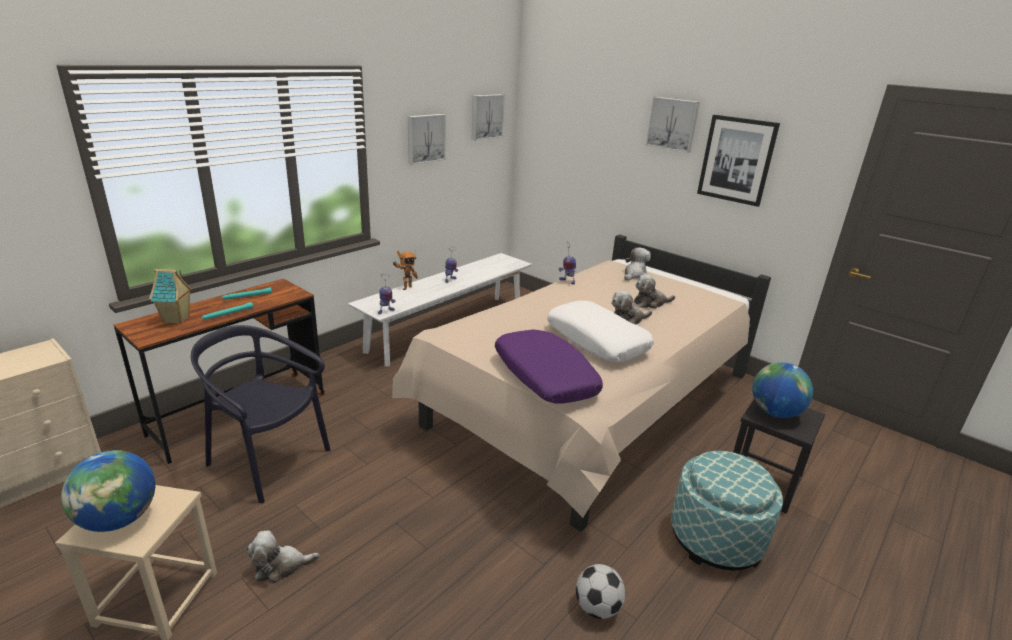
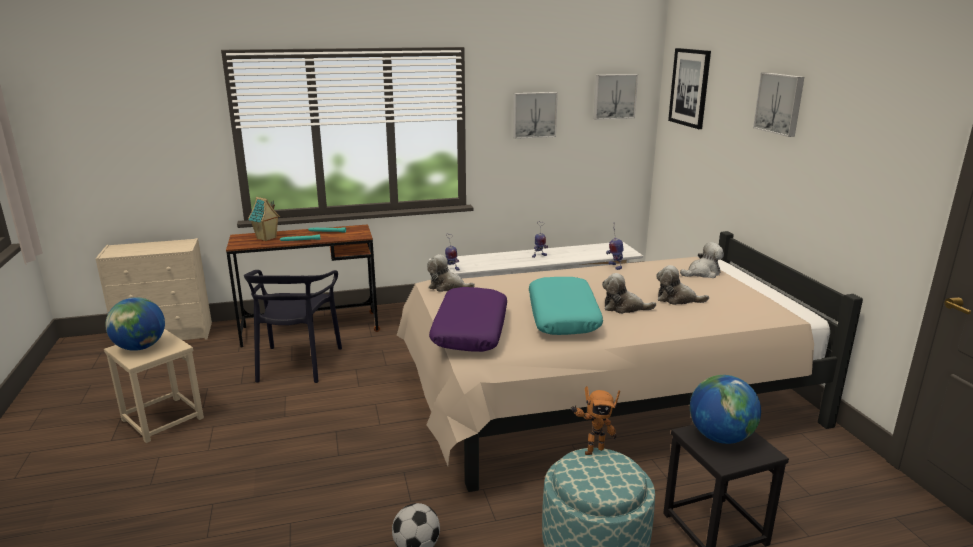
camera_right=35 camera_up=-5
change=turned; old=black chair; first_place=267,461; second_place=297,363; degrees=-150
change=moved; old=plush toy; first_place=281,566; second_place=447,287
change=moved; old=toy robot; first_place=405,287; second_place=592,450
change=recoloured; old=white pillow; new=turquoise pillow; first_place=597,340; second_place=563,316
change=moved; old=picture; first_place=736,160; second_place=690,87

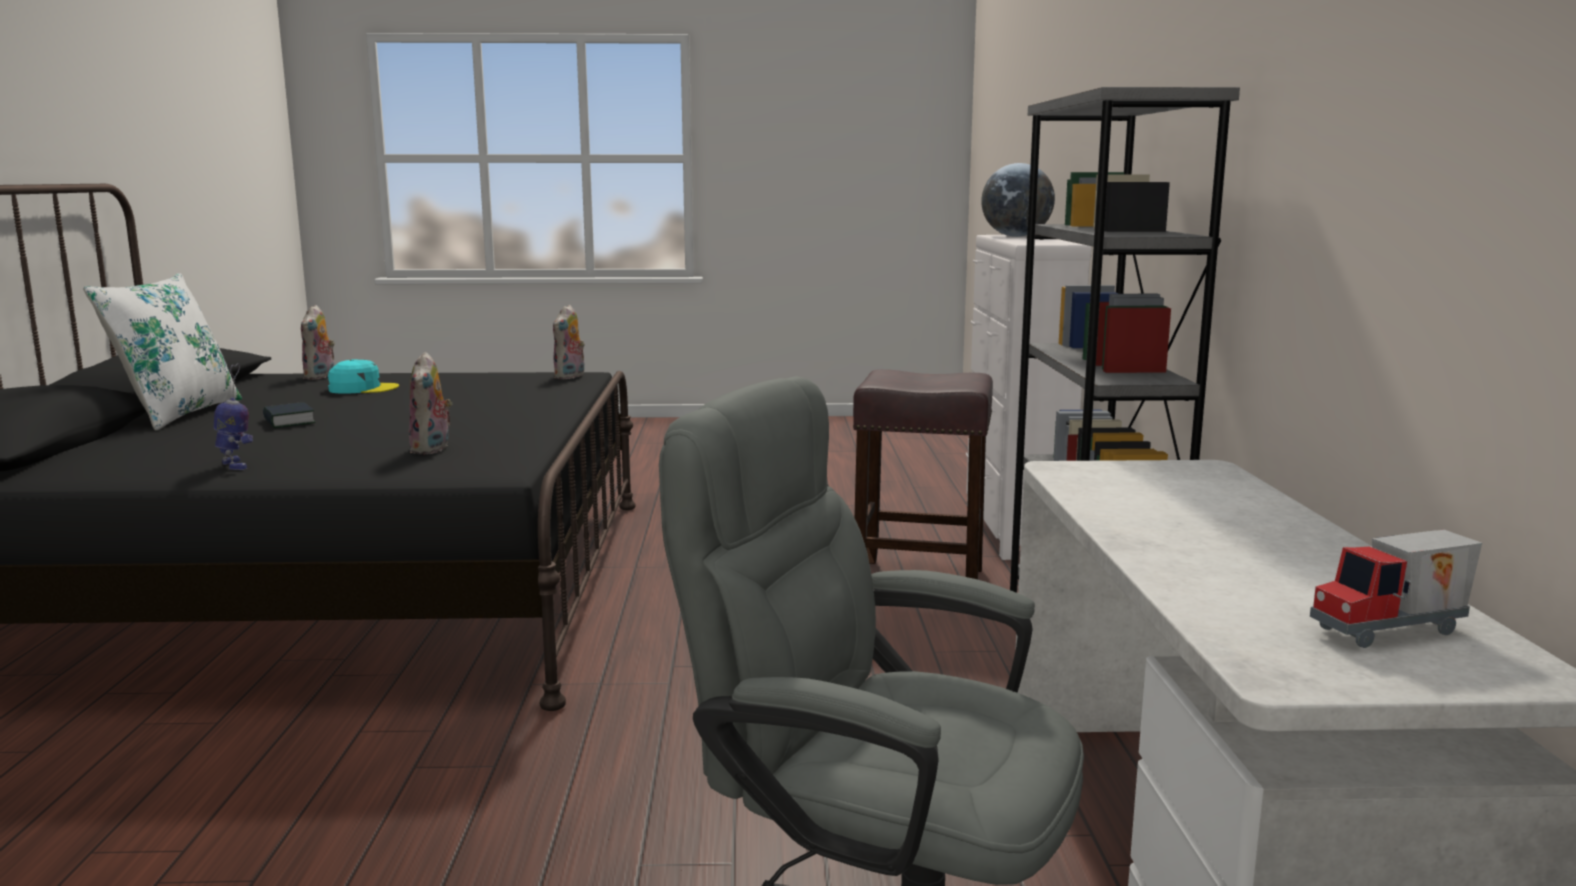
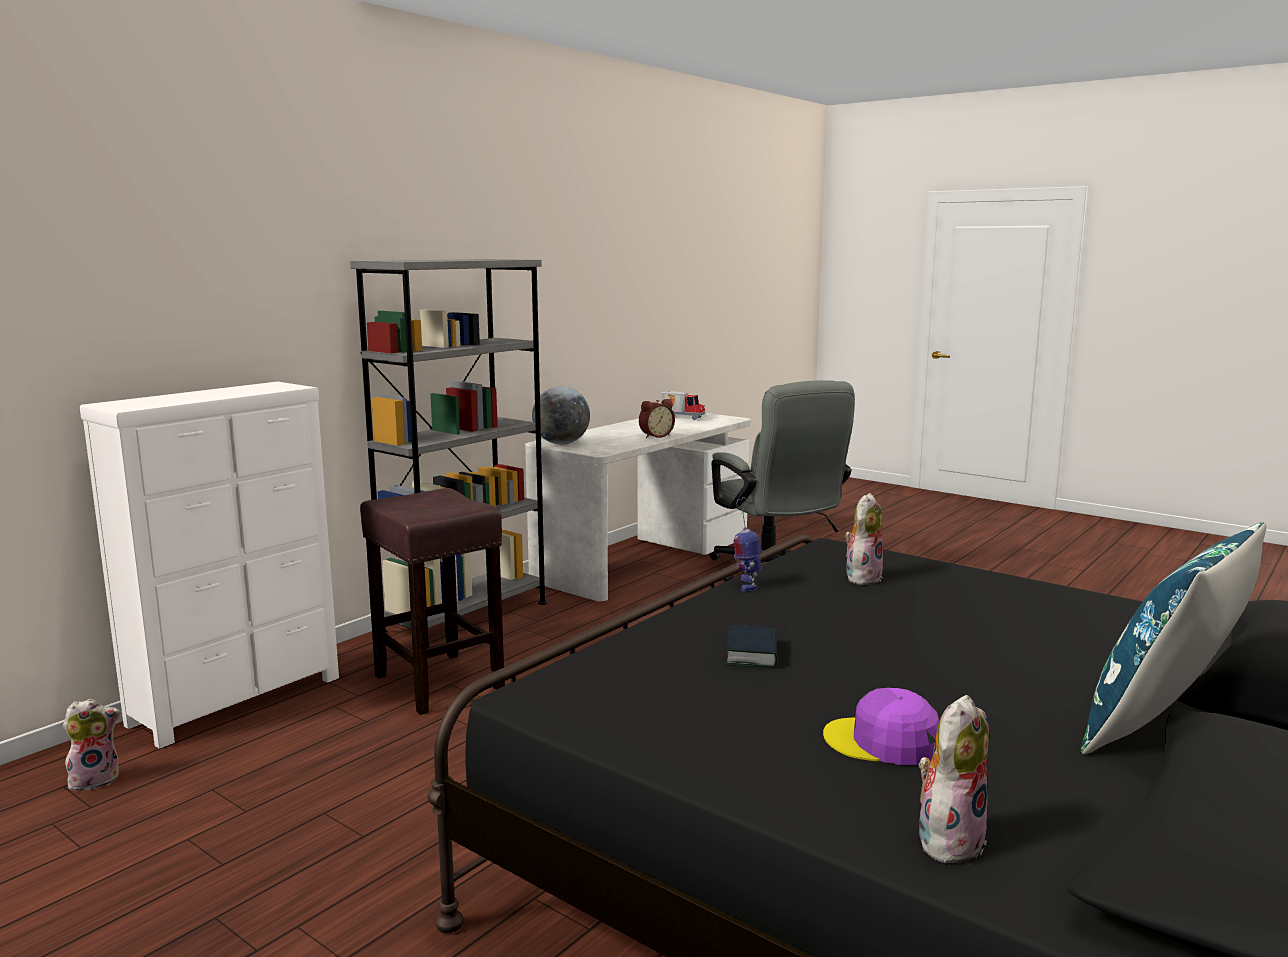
camera_right=-140 camera_up=0
change=recoloured; old=white pillow; new=blue pillow; first_place=177,414; second_place=1163,728
change=moved; old=toy robot; first_place=236,465; second_place=746,584
change=moved; old=book; first_place=289,422; second_place=752,654
change=recoloured; old=turquoise cap; new=purple cap; first_place=362,388; second_place=882,742
change=moved; old=plush toy; first_place=570,377; second_place=96,779
change=moved; old=globe; first_place=1016,236; second_place=561,443
change=added; new=alarm clock; second_place=655,436

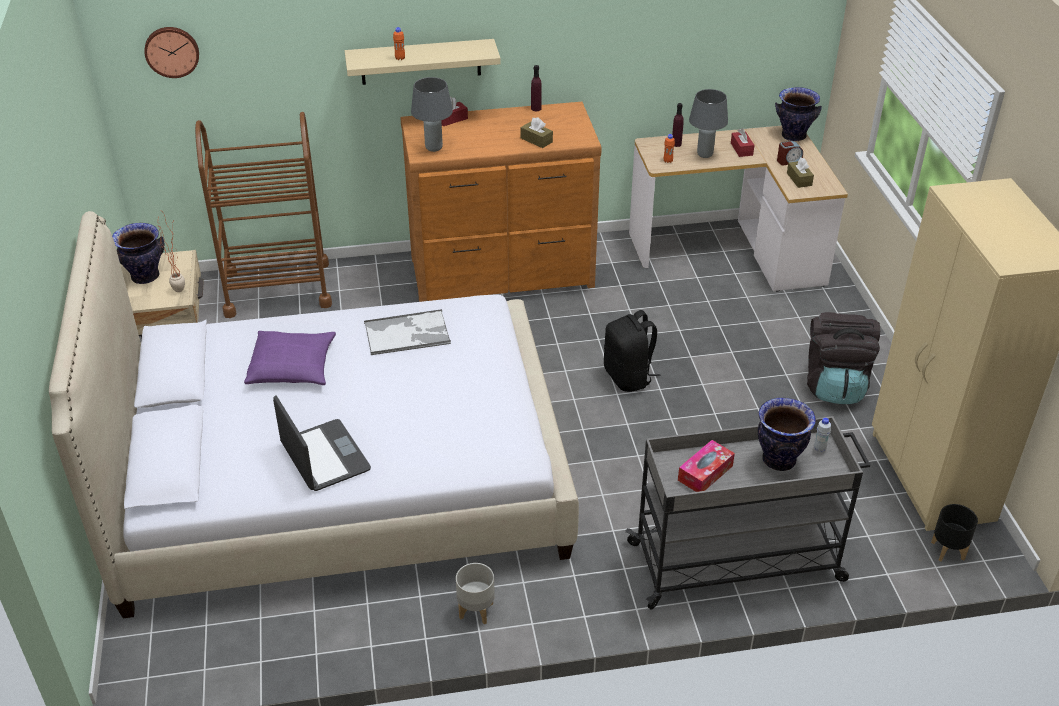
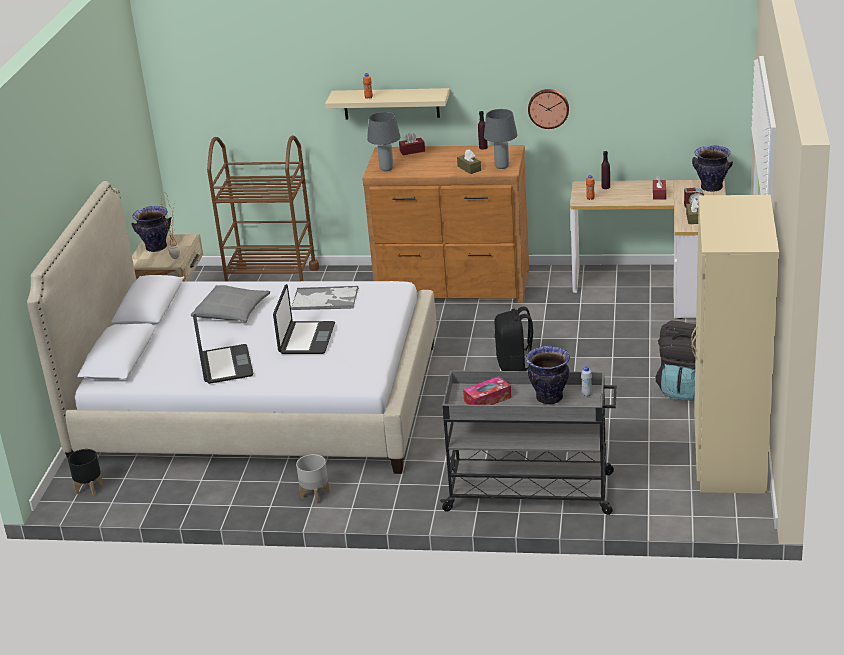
camera_right=20 camera_up=-10
change=moved; old=wall clock; first_place=172,51; second_place=548,108
change=recoloured; old=purple pillow; new=grey pillow; first_place=292,367; second_place=232,311
change=moved; old=grey table lamp; first_place=704,154; second_place=502,166
change=moved; old=black planter; first_place=947,550; second_place=89,488
change=added; new=laptop; second_place=306,339

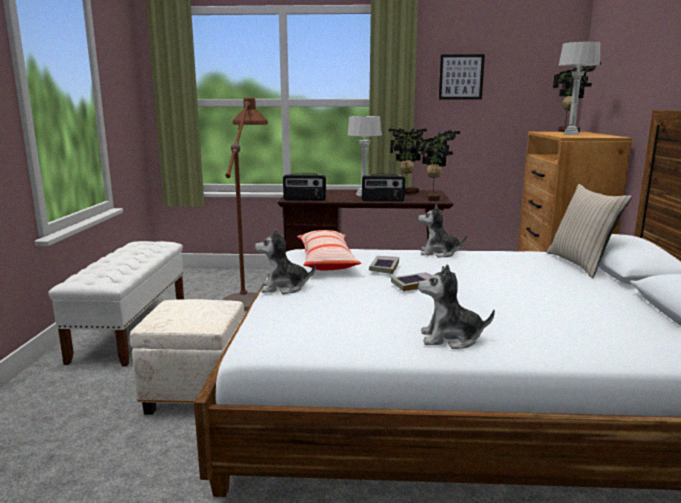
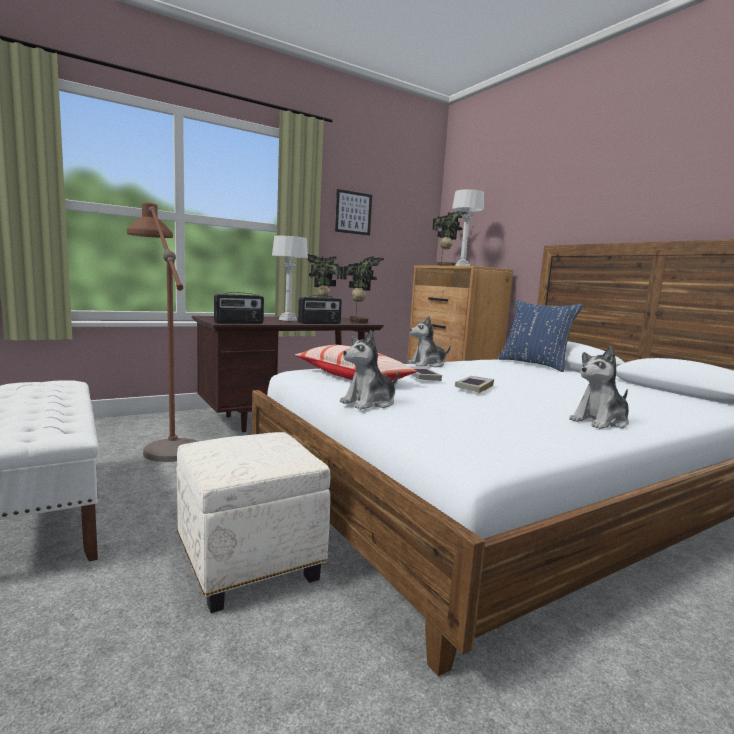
camera_right=-35 camera_up=-5
change=recoloured; old=beige pillow; new=blue pillow; first_place=580,264; second_place=534,365

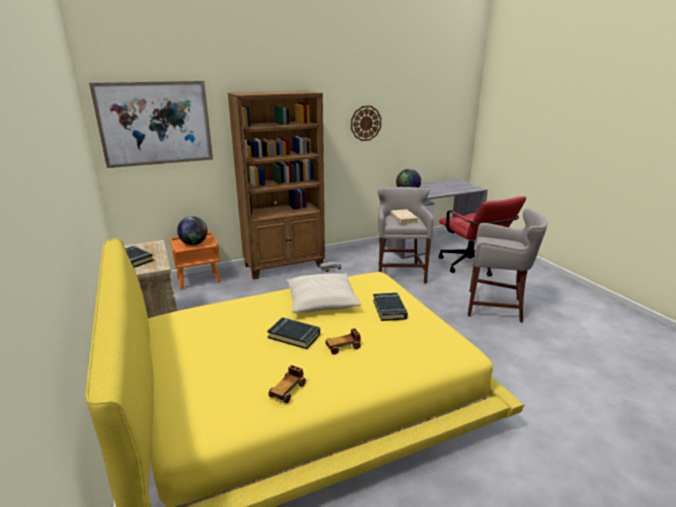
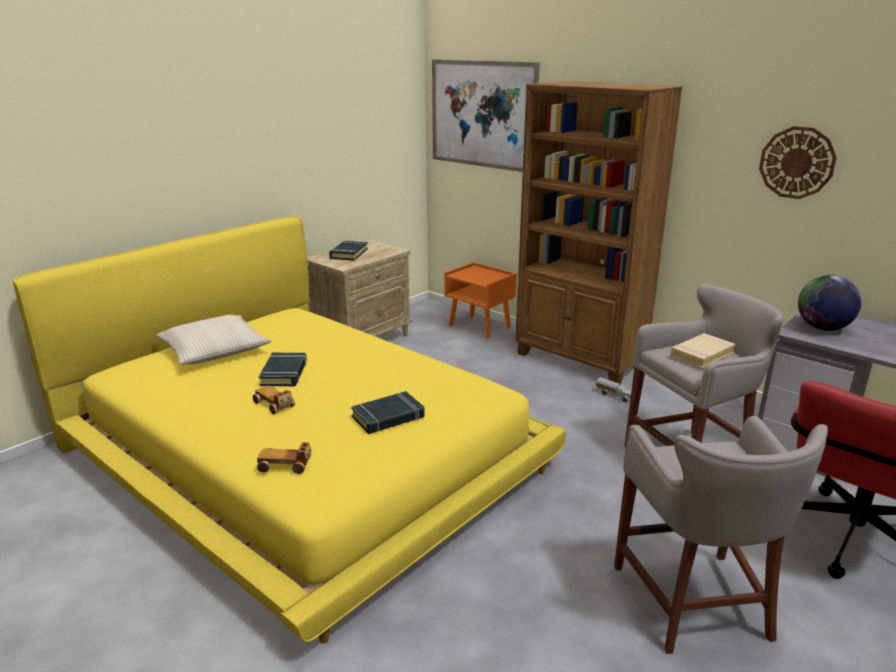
camera_right=65 camera_up=0
change=removed; old=globe; first_place=194,244
change=moved; old=toy car; first_place=288,390; second_place=286,466
change=moved; old=beige pillow; first_place=322,301; second_place=214,351

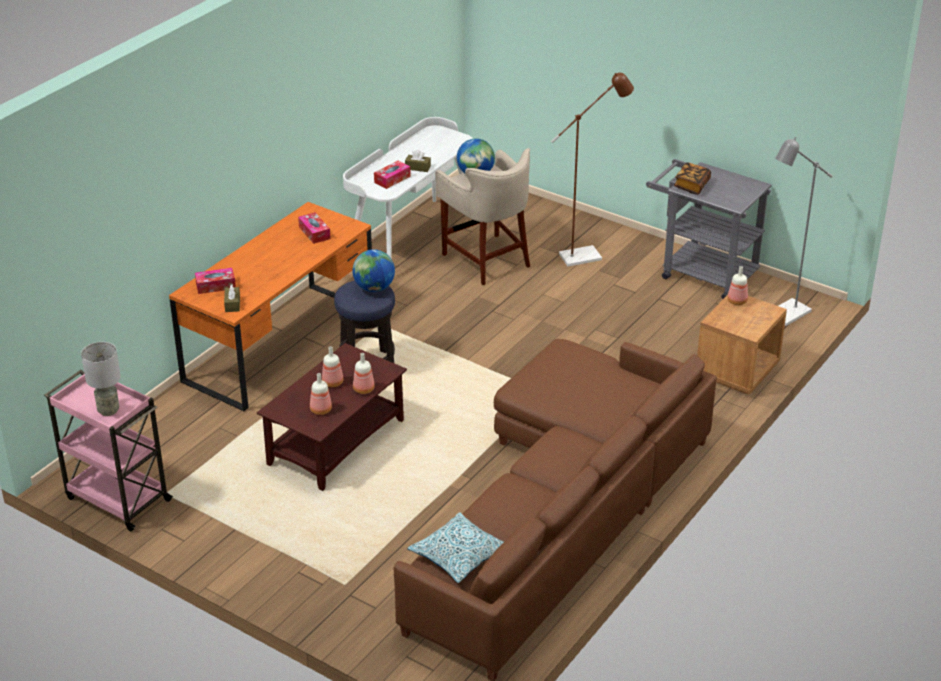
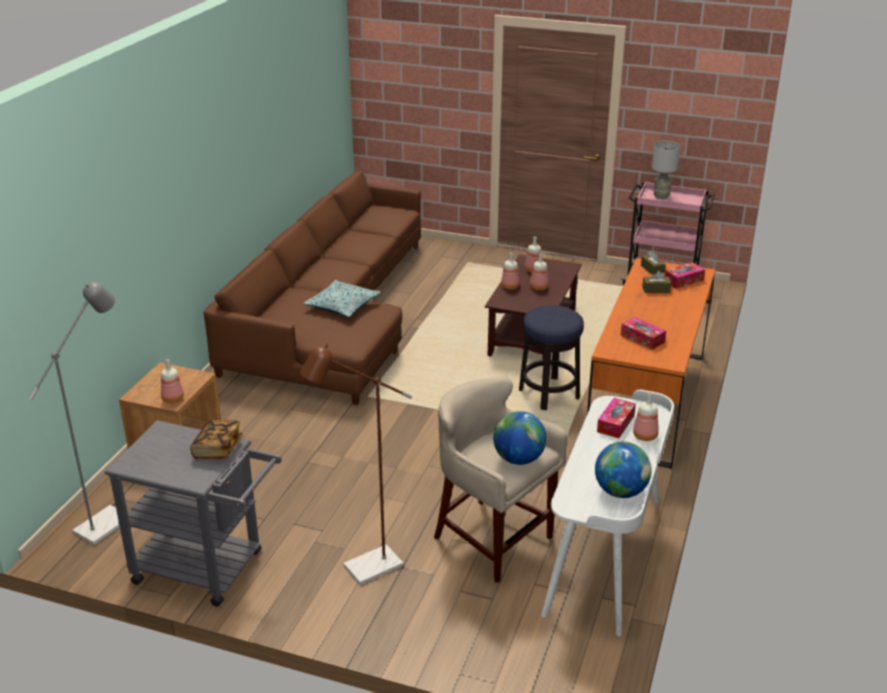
camera_right=165 camera_up=-5
change=moved; old=globe; first_place=374,288; second_place=620,492
change=moved; old=brown tissue box; first_place=417,167; second_place=656,289
change=moved; old=pillow; first_place=458,556; second_place=342,306
change=added; new=bottle; second_place=646,436

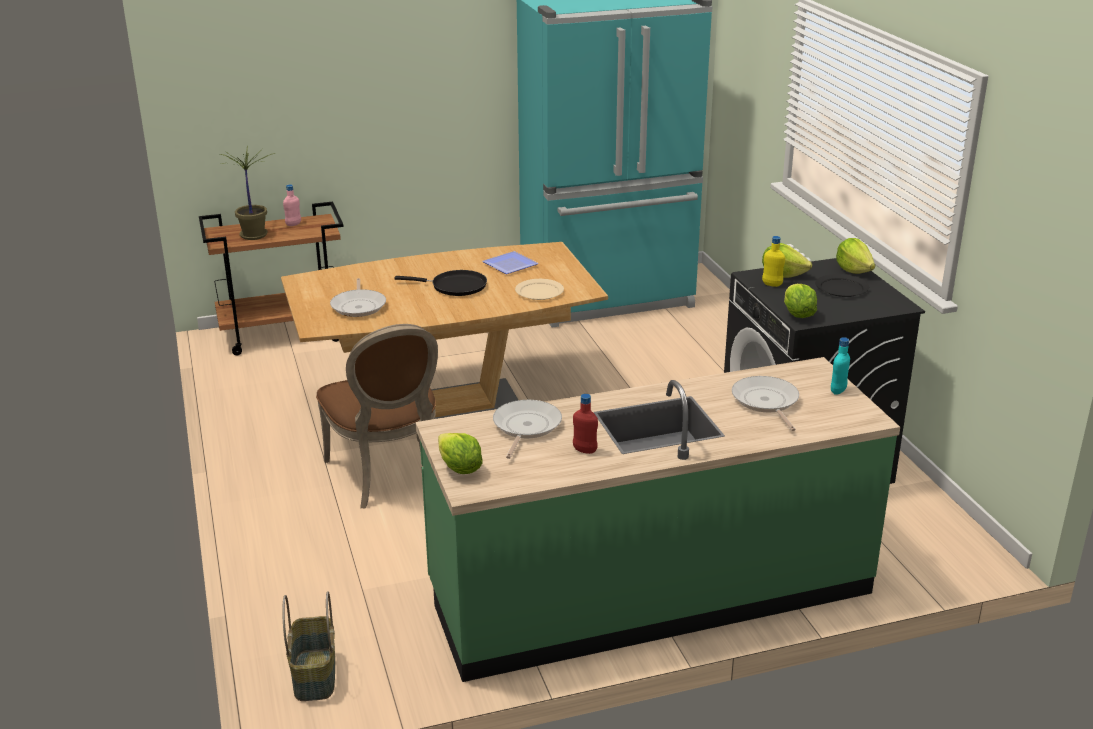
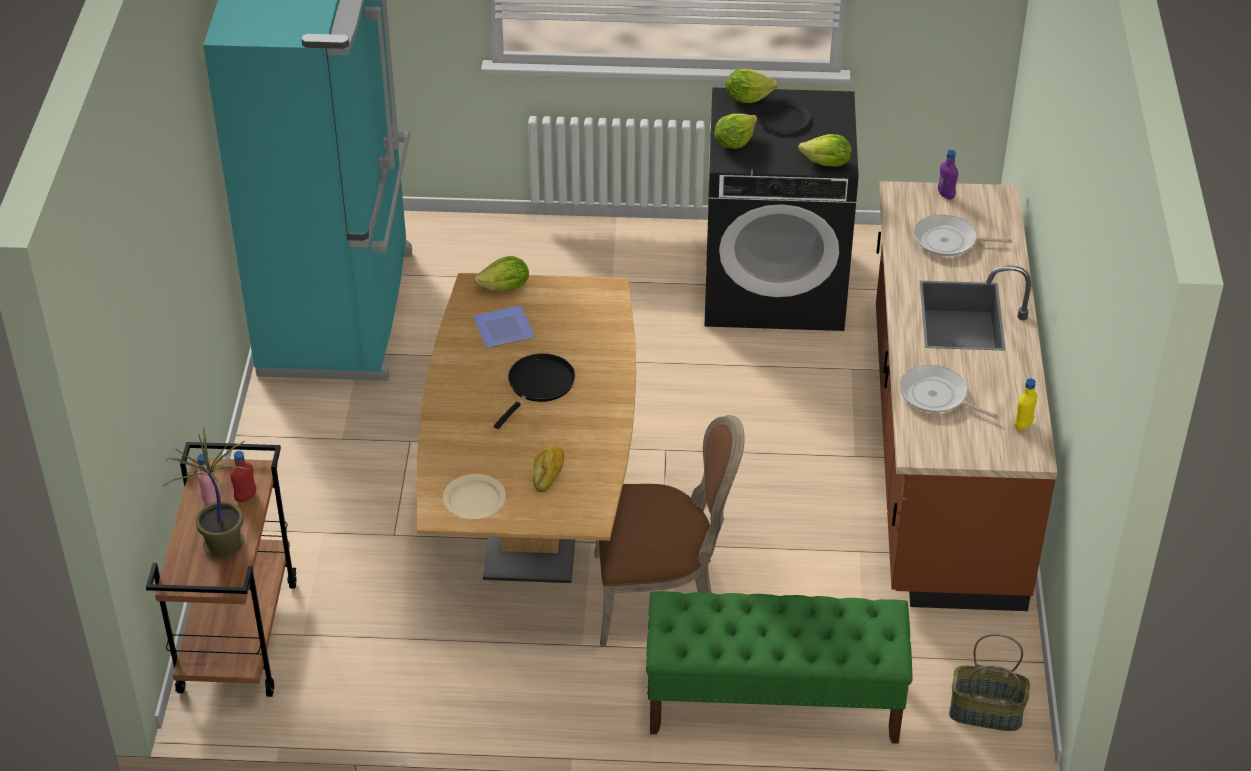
camera_right=-70 camera_up=15
change=replaced; old=frying pan; new=bread; first_place=359,306; second_place=548,473
change=recoloured; old=green counter; new=brown counter; first_place=649,591; second_place=942,456
change=moved; old=lettuce; first_place=459,469; second_place=505,288
change=moved; old=beige plate; first_place=539,292; second_place=474,499
change=moved; old=red bottle; first_place=584,450; second_place=246,497
change=moved; old=yellow bottle; first_place=772,284; second_place=1023,425
change=recoloured; old=turquoise bottle; new=purple bottle; first_place=838,391; second_place=946,195
change=added; new=green bench; second_place=772,703

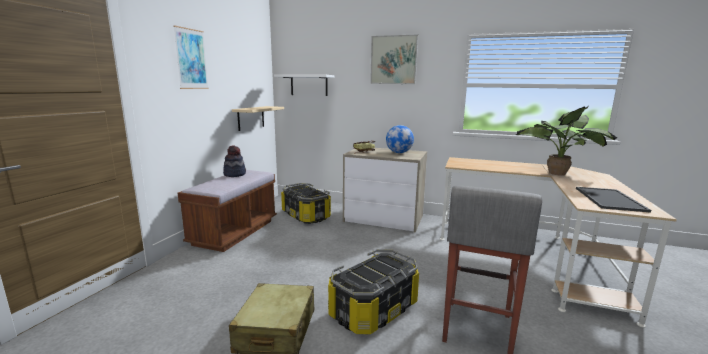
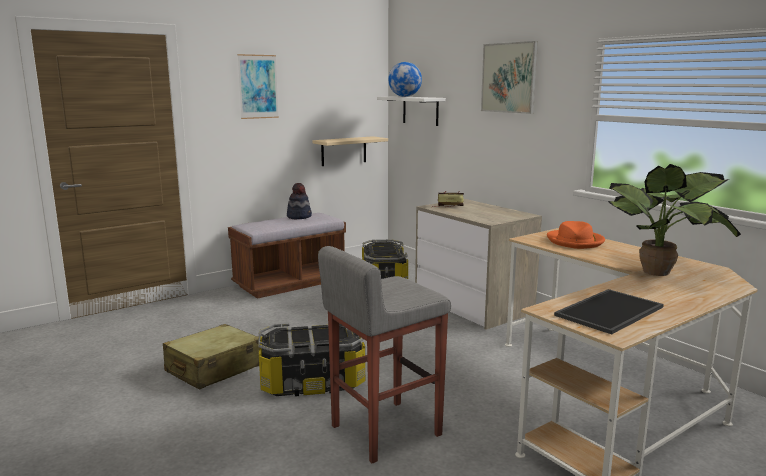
camera_right=35 camera_up=0
change=moved; old=globe; first_place=399,153; second_place=404,96
change=added; new=orange hat; second_place=575,241

